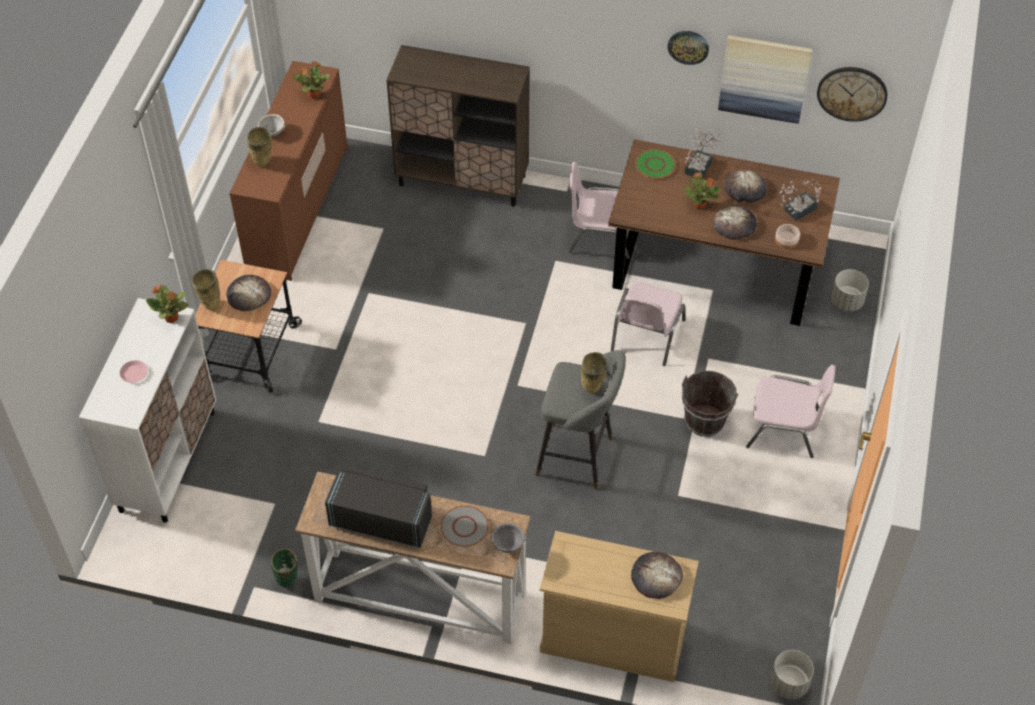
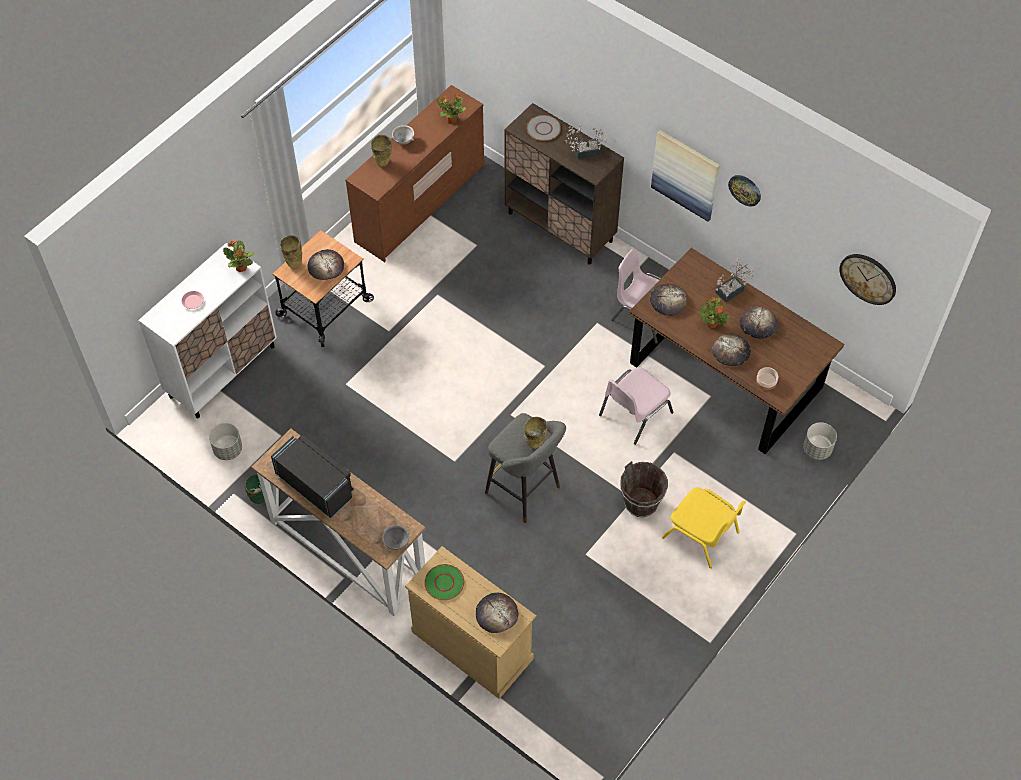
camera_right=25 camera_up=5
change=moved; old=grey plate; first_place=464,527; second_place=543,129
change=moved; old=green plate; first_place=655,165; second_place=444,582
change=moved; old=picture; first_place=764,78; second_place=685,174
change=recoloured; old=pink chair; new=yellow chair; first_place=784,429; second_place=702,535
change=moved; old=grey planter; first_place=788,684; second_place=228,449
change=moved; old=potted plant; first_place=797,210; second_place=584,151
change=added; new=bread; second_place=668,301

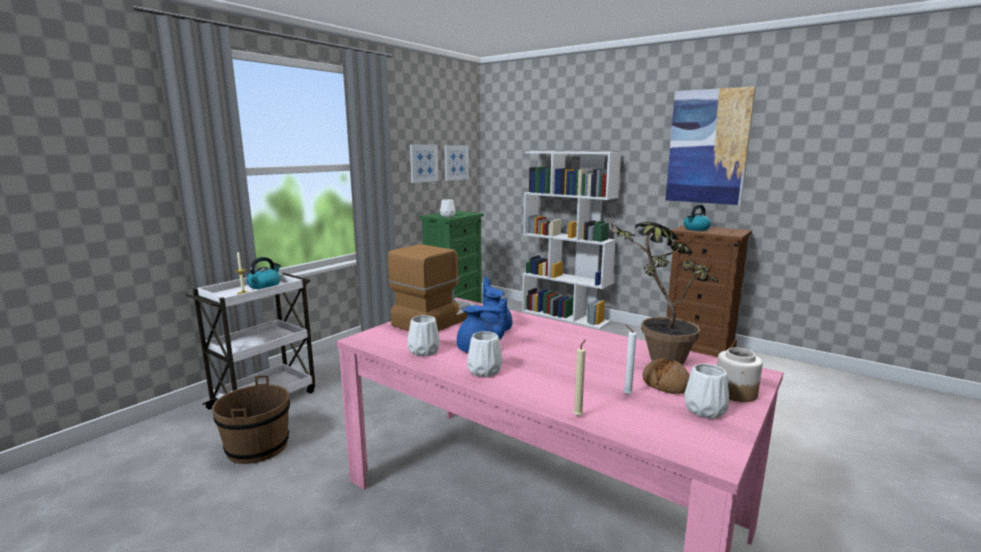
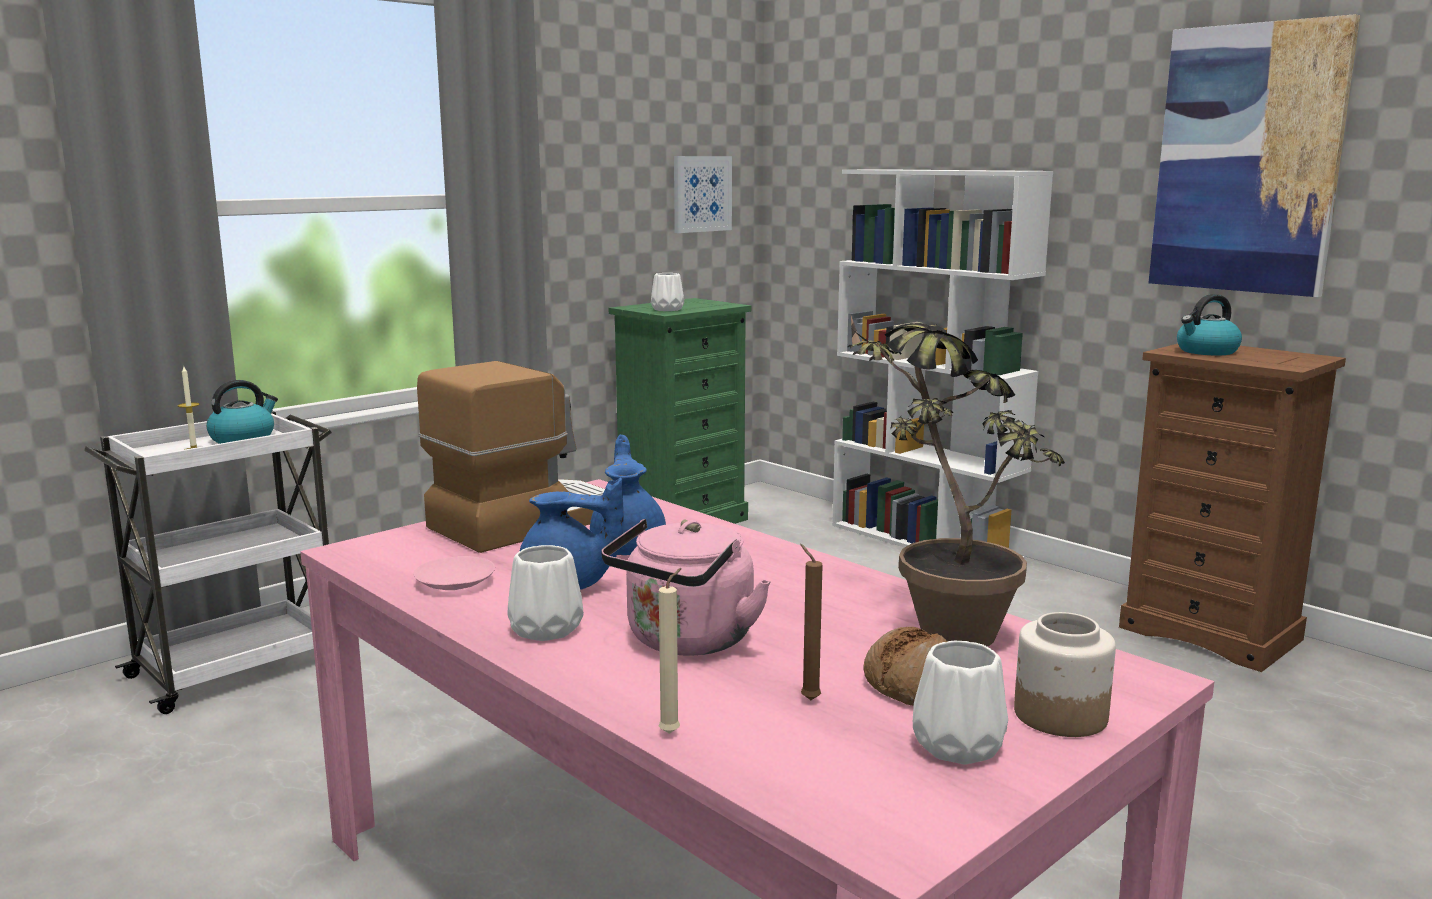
camera_right=10 camera_up=0
change=removed; old=brown bucket; first_place=258,447
change=replaced; old=white vase; new=pink plate; first_place=425,351; second_place=455,582
change=removed; old=picture; first_place=423,163
change=recoloured; old=white candle; new=brown candle; first_place=626,394; second_place=808,699
change=added; new=pink kettle; second_place=686,642

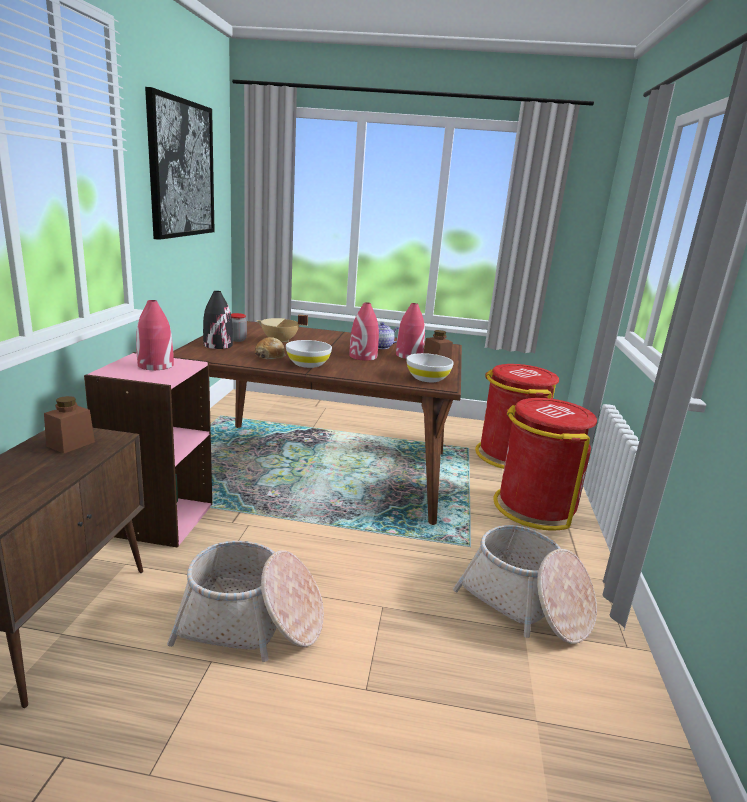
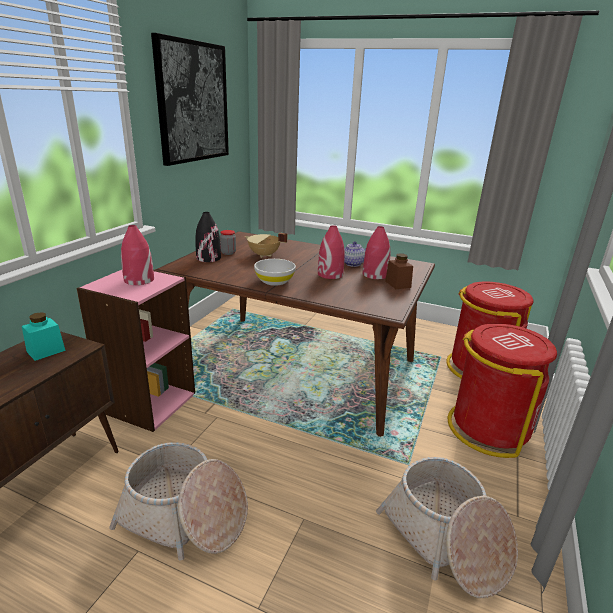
camera_right=15 camera_up=5
change=recoloured; old=brown jar; new=turquoise jar; first_place=71,444; second_place=46,351
change=removed; old=bread; first_place=270,355
change=removed; old=white bowl; first_place=427,378

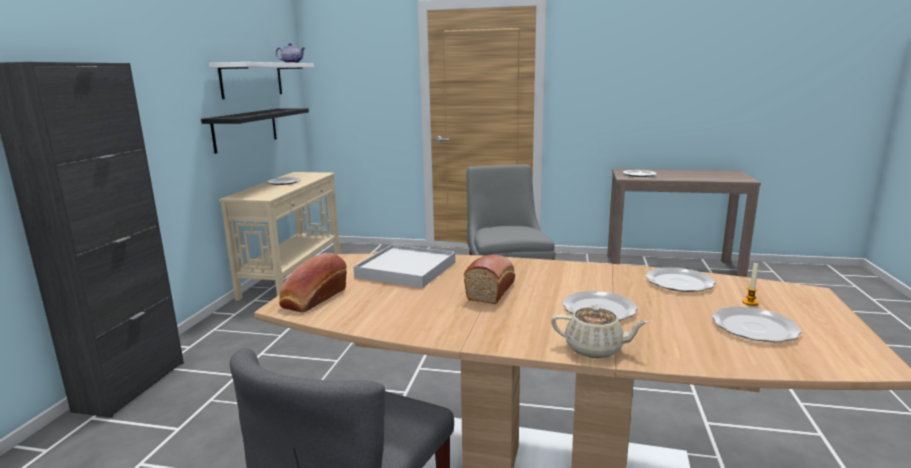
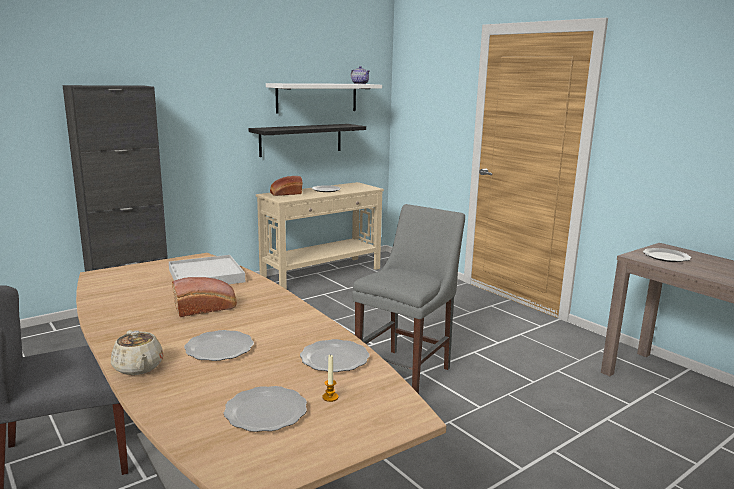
camera_right=40 camera_up=0
change=moved; old=bread; first_place=313,299; second_place=285,193

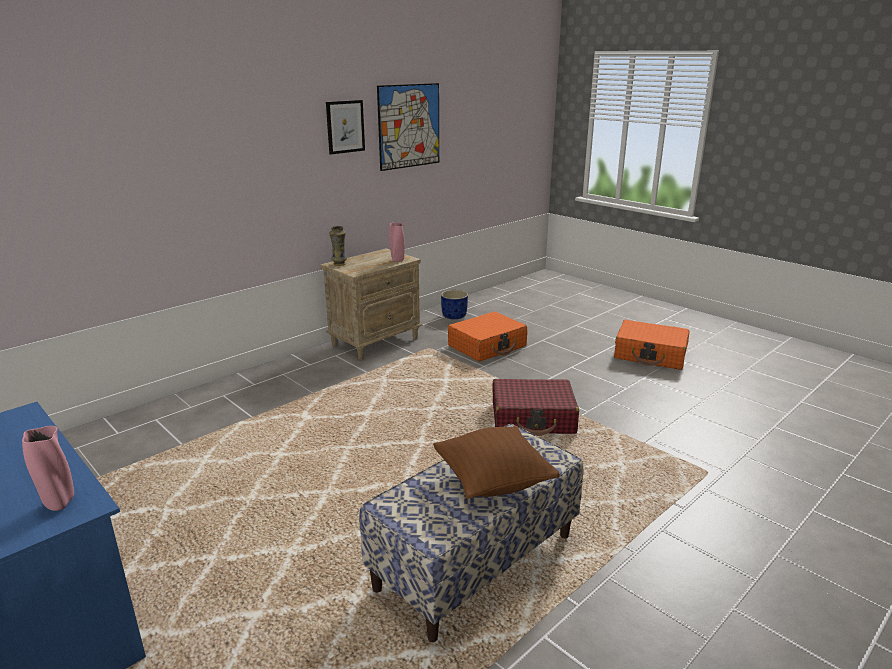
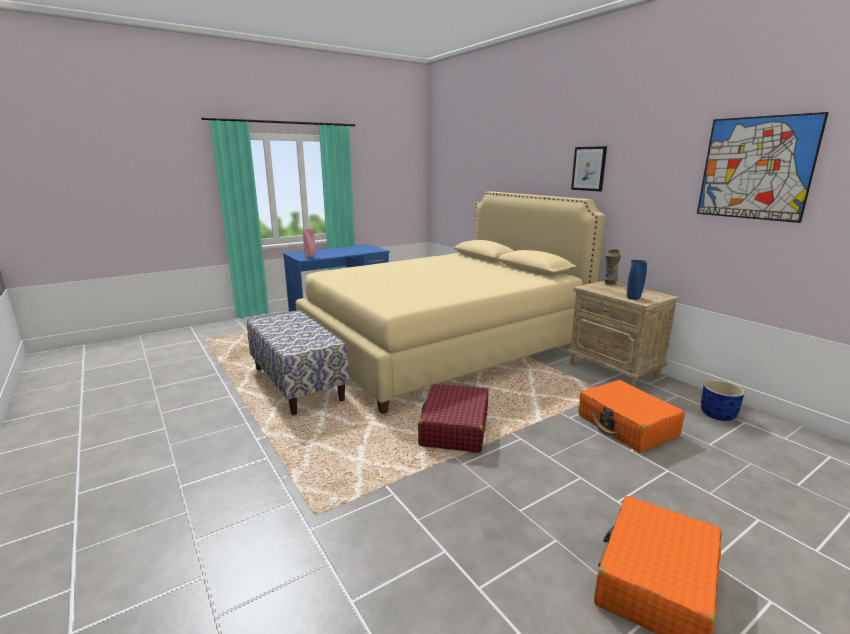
camera_right=100 camera_up=-5
change=moved; old=picture; first_place=345,126; second_place=589,168
change=recoloured; old=pink vase; new=blue vase; first_place=397,260; second_place=633,298
change=removed; old=brown pillow; first_place=493,482
change=added; new=beige bed; second_place=443,346

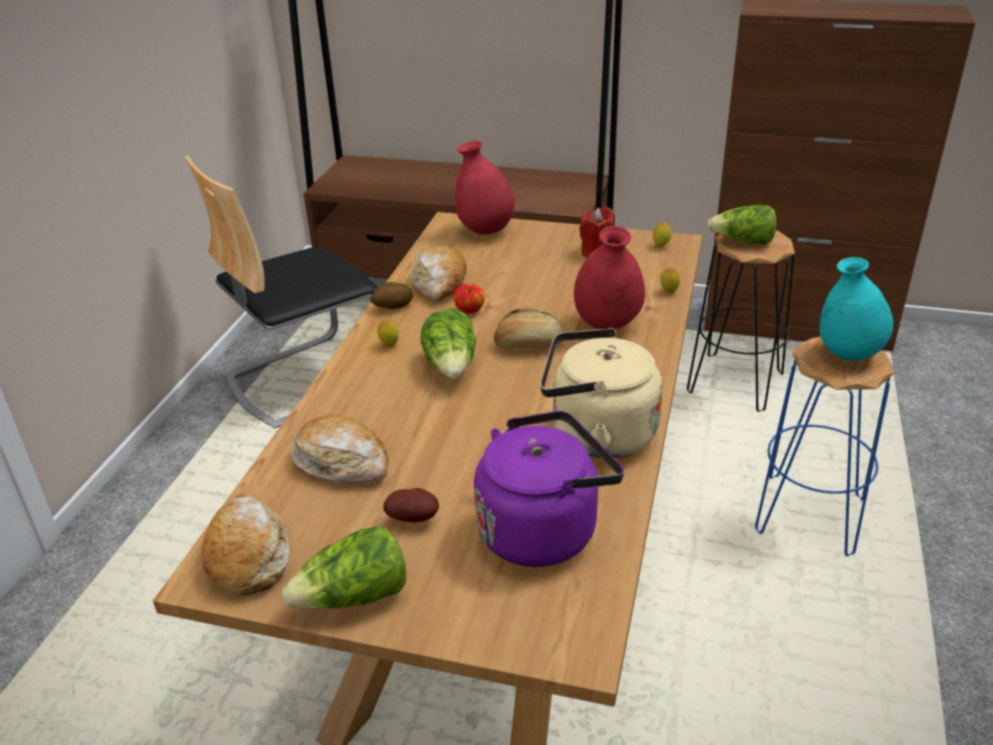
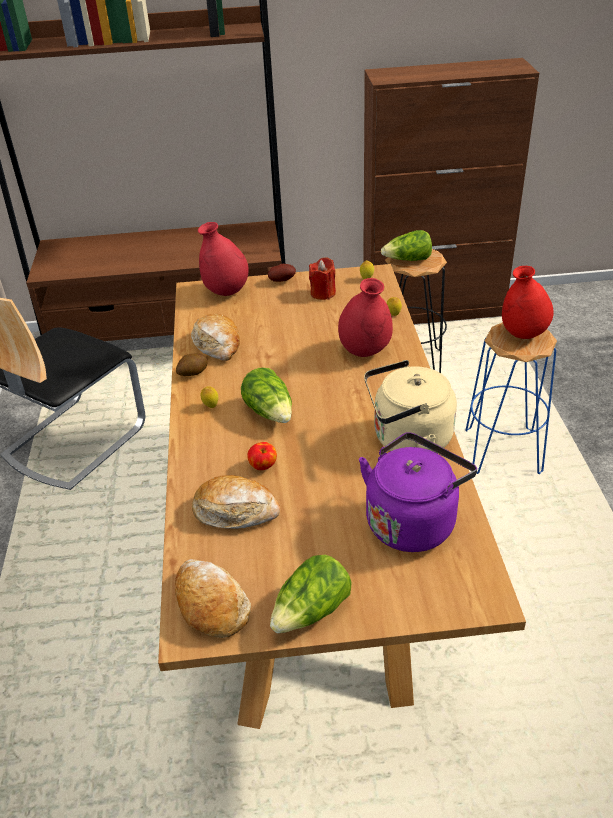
camera_right=-20 camera_up=5
change=moved; old=potato; first_place=414,518; second_place=282,280
change=moved; old=apple; first_place=469,311; second_place=263,466
change=removed; old=bread; first_place=528,344
change=recoloured; old=turquoise vase; new=red vase; first_place=848,355; second_place=523,334

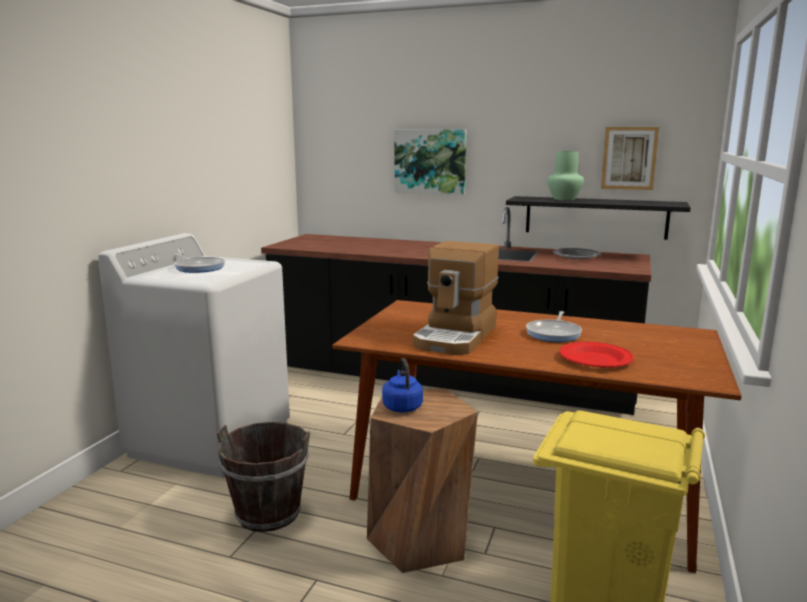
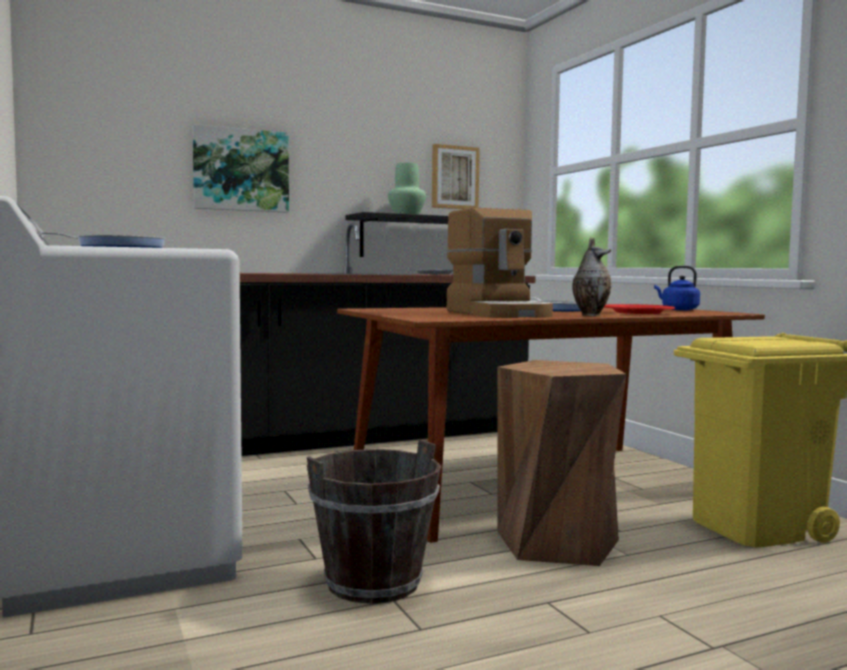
camera_right=-45 camera_up=-10
change=moved; old=blue kettle; first_place=402,406; second_place=678,309
change=added; new=vase; second_place=590,315

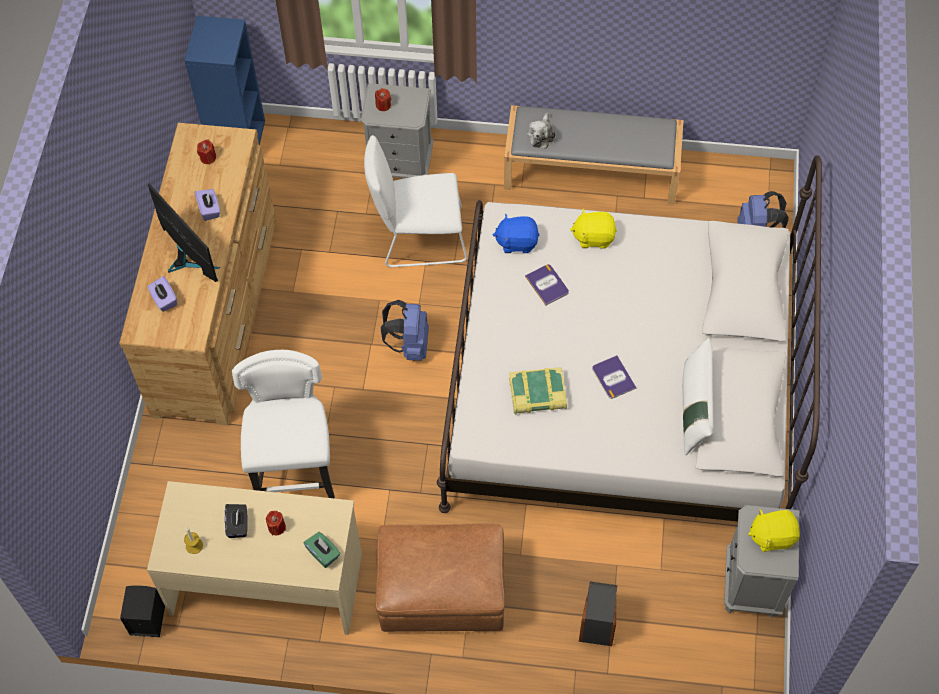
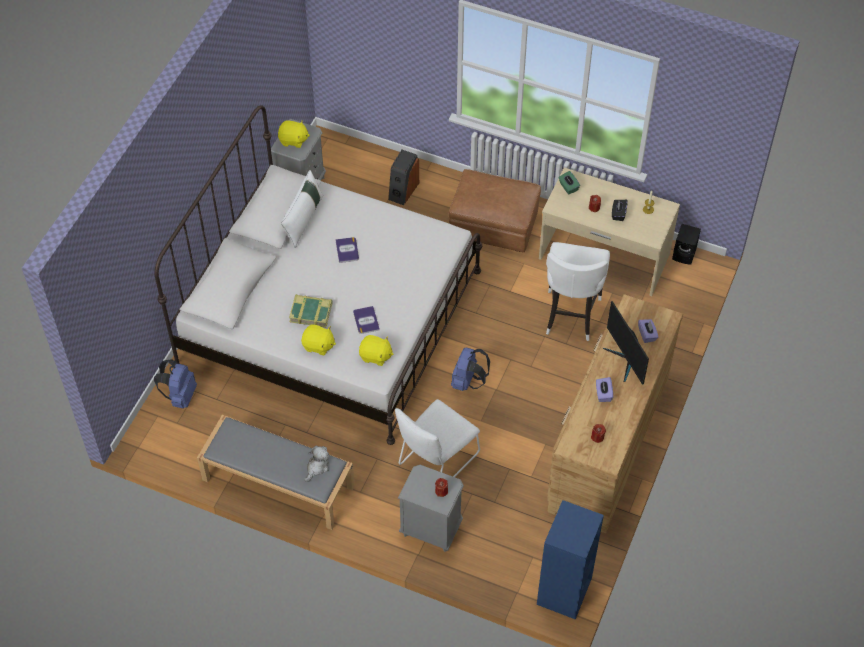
camera_right=-165 camera_up=-5
change=turned; old=white chair; first_place=419,239; second_place=436,461; degrees=120
change=recoloured; old=blue plush toy; new=yellow plush toy; first_place=517,242; second_place=375,356
change=moved; old=book; first_place=537,394; second_place=311,312

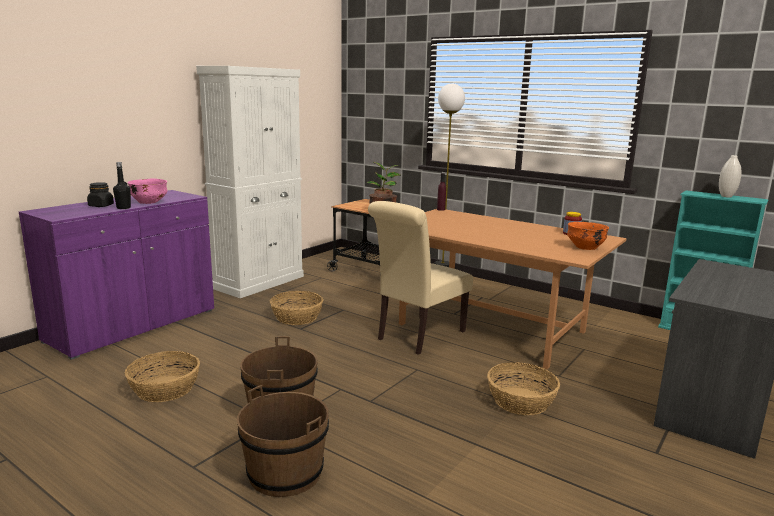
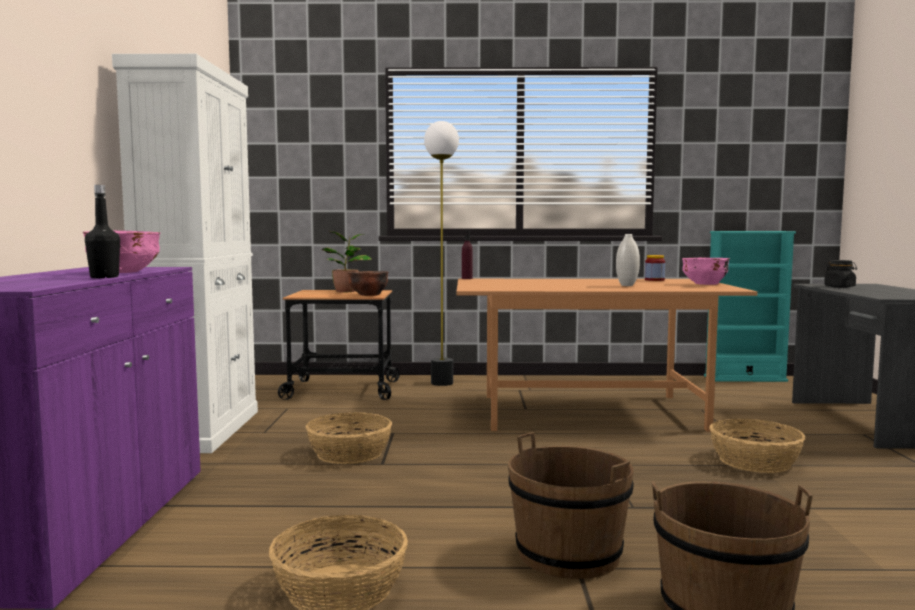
camera_right=-35 camera_up=-10
change=moved; old=black jar; first_place=101,206; second_place=840,287
change=removed; old=beige chair; first_place=417,336
change=recoloured; old=orange bowl; new=pink bowl; first_place=585,247; second_place=704,284
change=moved; old=white vase; first_place=726,196; second_place=627,285

